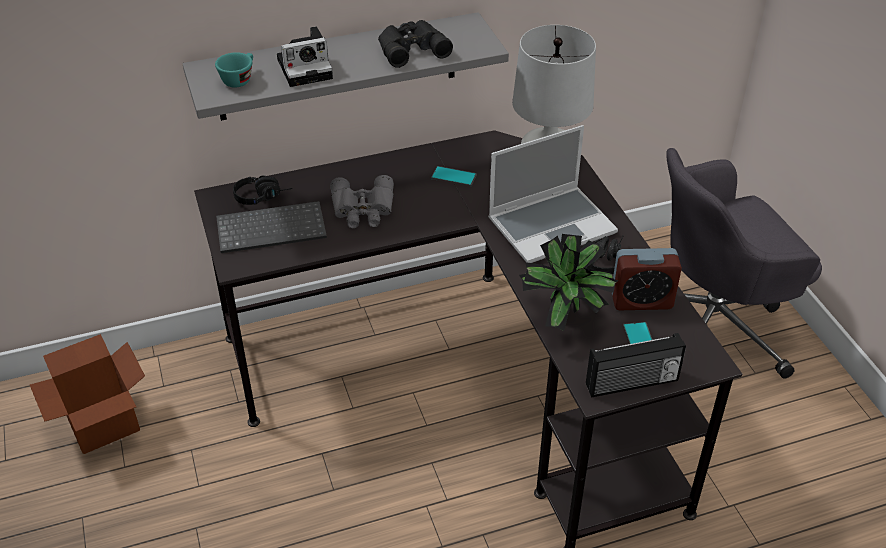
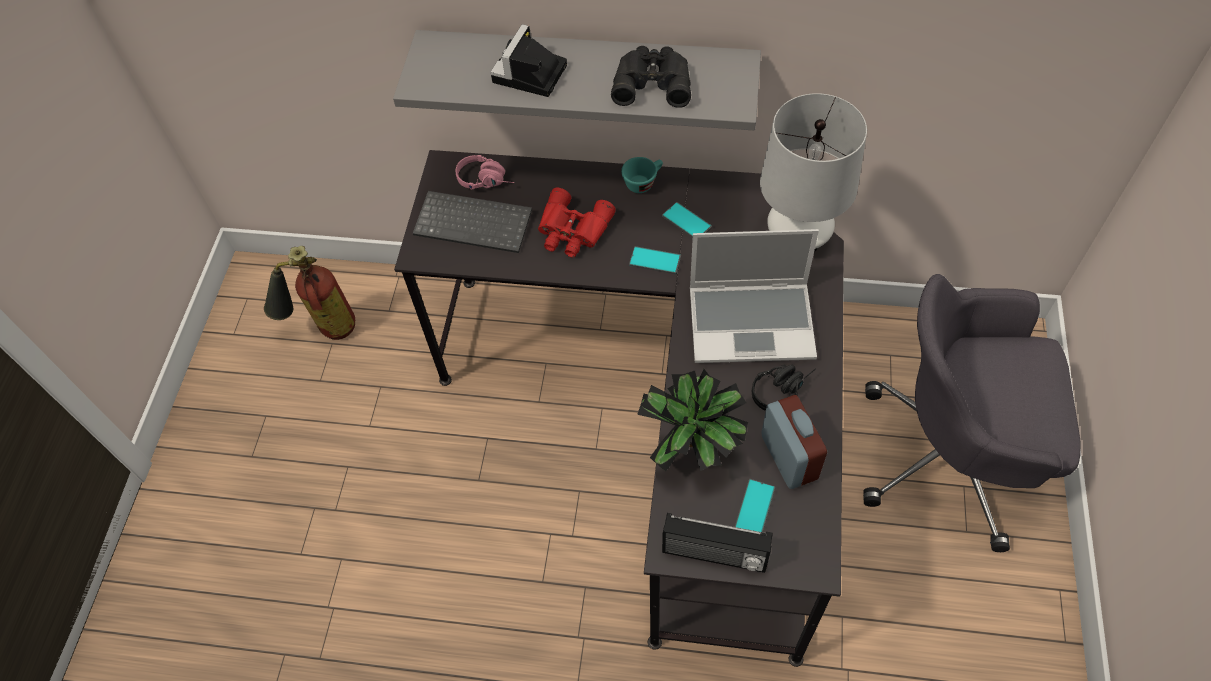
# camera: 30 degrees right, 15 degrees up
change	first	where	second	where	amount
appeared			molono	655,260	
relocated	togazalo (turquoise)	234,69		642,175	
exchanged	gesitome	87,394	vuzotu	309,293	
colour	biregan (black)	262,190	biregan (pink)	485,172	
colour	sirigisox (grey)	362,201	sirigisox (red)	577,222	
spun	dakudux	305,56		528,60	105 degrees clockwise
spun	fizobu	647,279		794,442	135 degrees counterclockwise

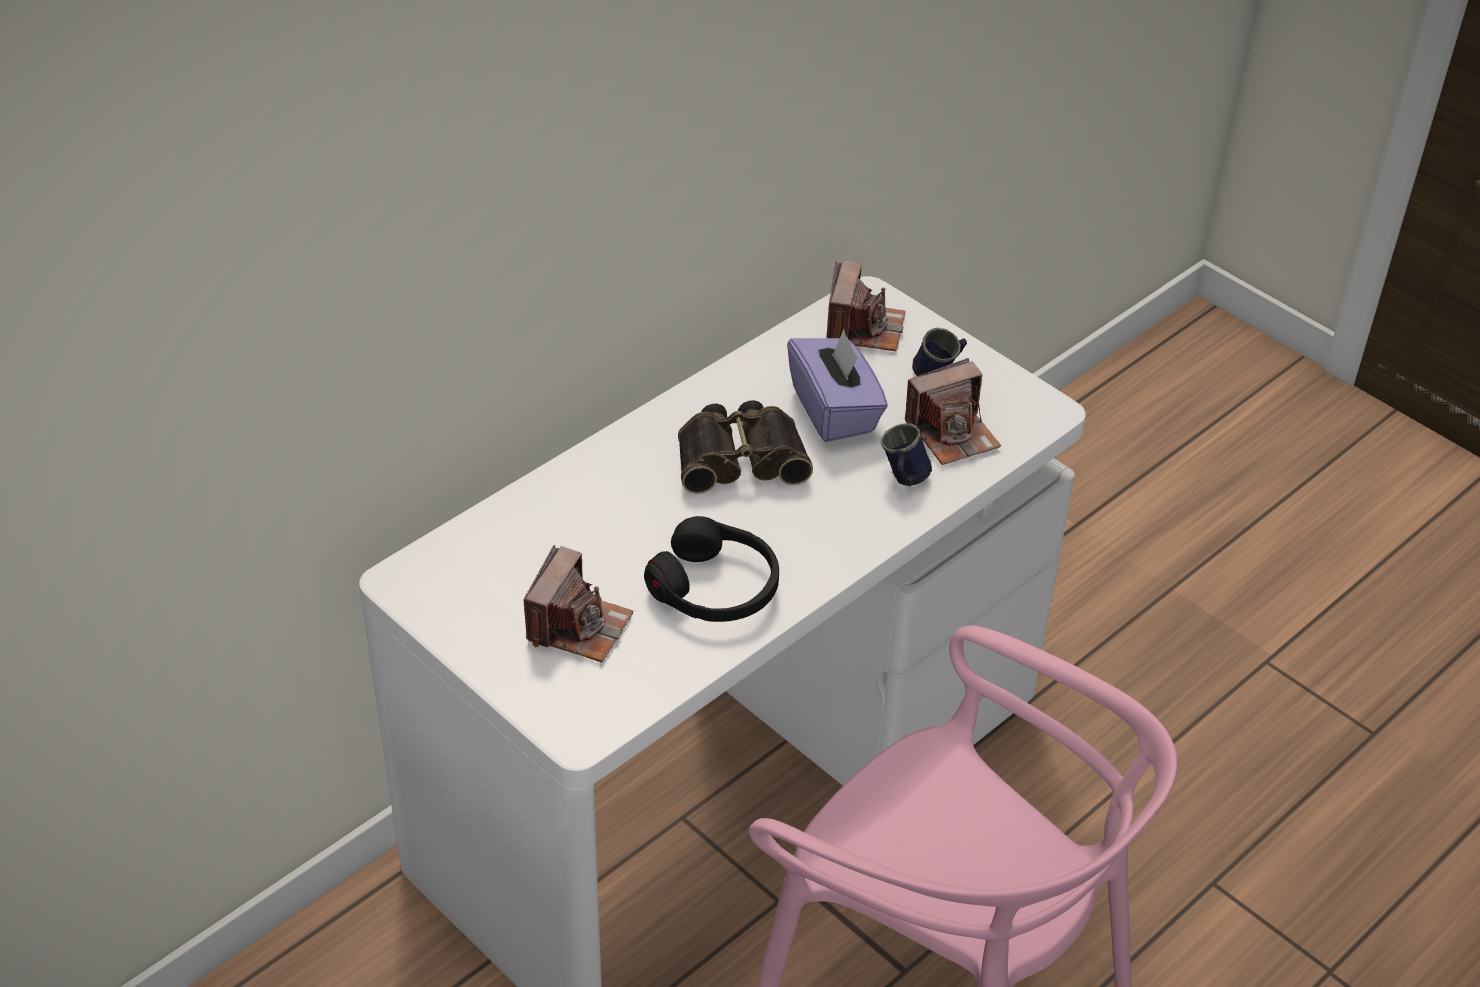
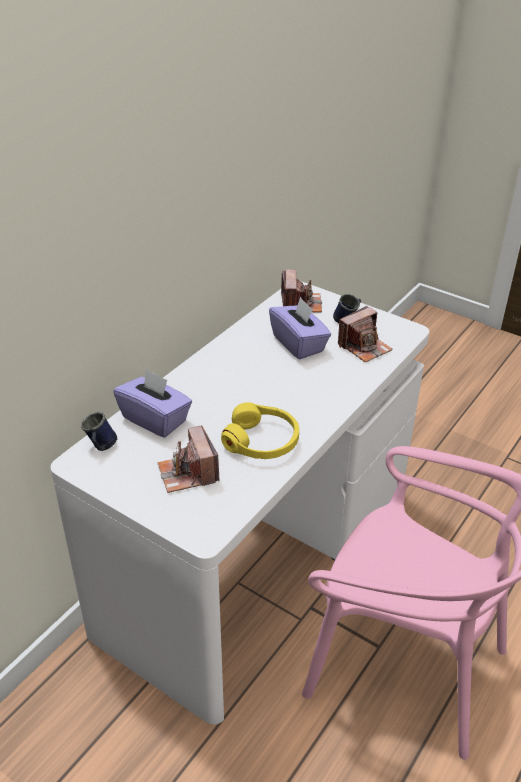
# camera: 10 degrees left, 5 degrees down
change	first	where	second	where	amount
missing	sirigisox	745,447			
appeared			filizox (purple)	152,403	
relocated	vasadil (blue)	906,454		99,431	
colour	biregan (black)	711,569	biregan (yellow)	260,430	
spun	dakudux	578,603		188,459	150 degrees clockwise

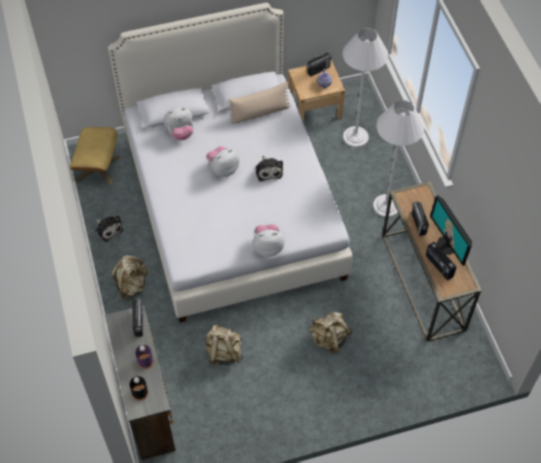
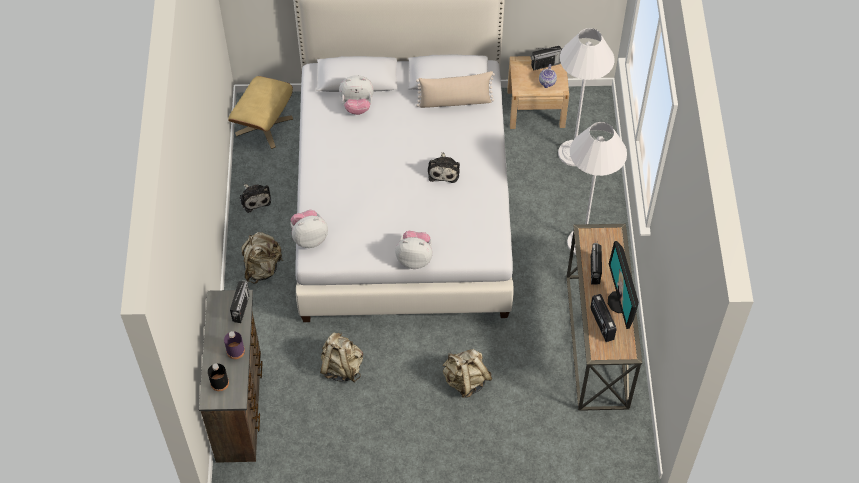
# camera: 15 degrees right, 0 degrees up
change	first	where	second	where	amount
relocated	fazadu	222,161		309,229	

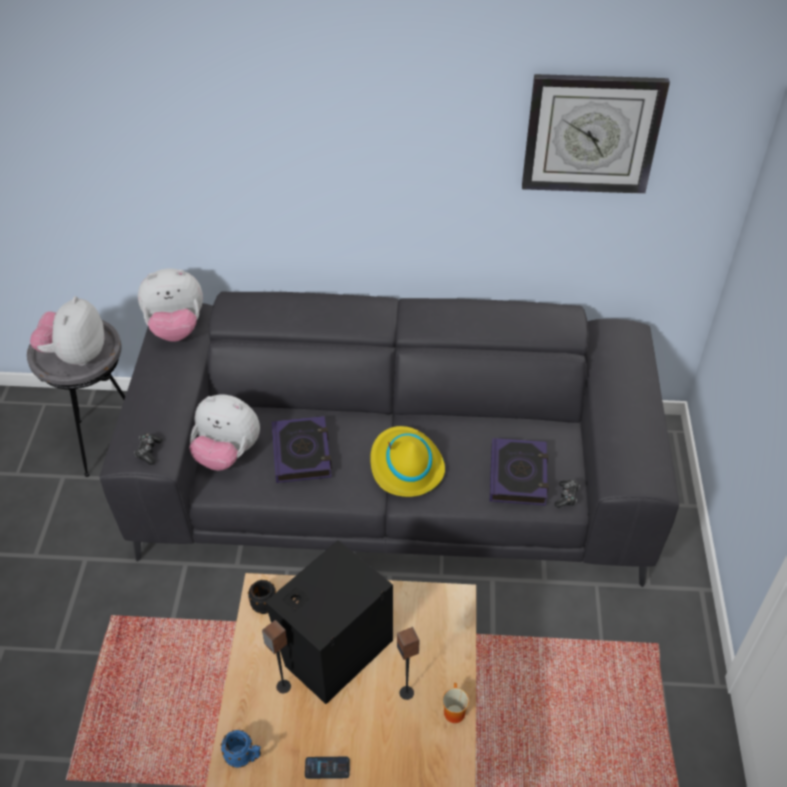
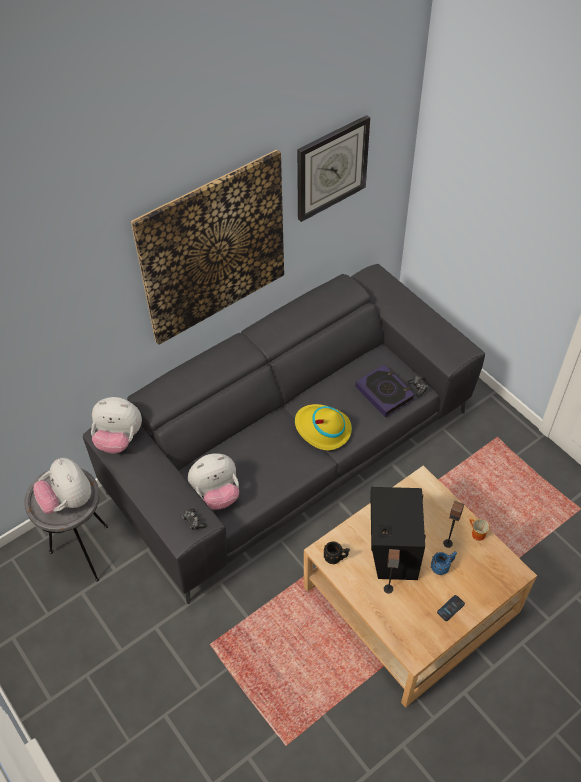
# camera: 40 degrees left, 5 degrees up
change	first	where	second	where	amount
missing	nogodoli	302,449			
appeared			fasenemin	207,247	
relocated	vasadil (blue)	241,749		444,563	
spun	fazadu	170,305		116,425	60 degrees clockwise

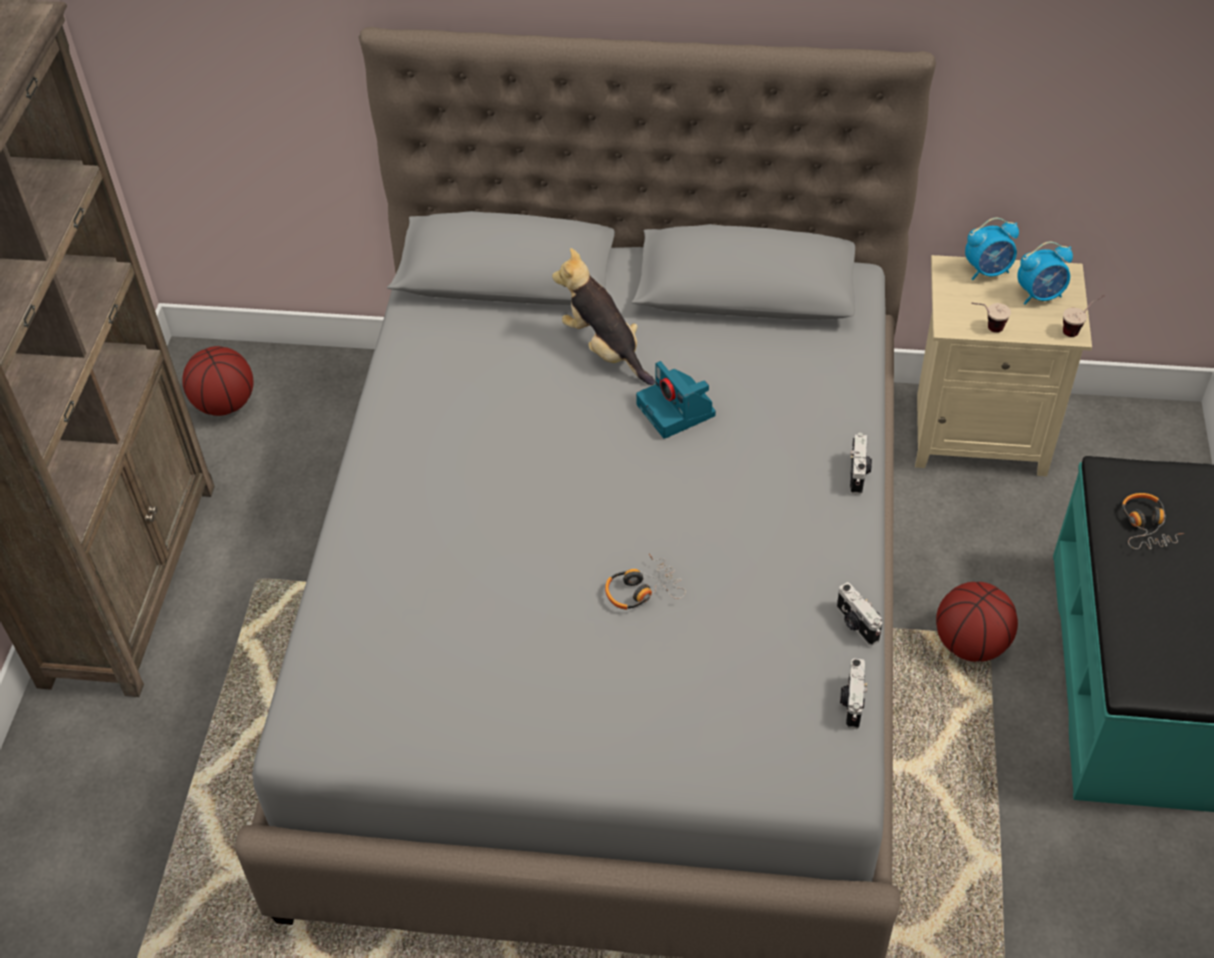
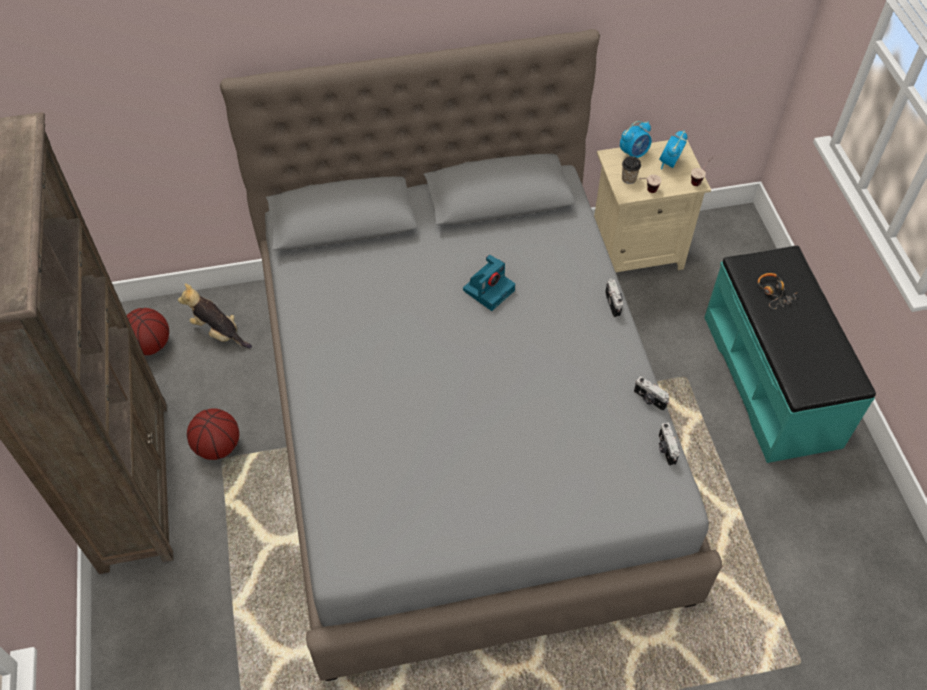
# camera: 20 degrees left, 5 degrees up
change	first	where	second	where	amount
missing	biregan	645,582			
appeared			togazalo	631,170	
relocated	fazadu	603,316		215,315	
relocated	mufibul	977,622		213,434	
spun	dakudux	676,400		489,283	90 degrees counterclockwise
spun	fizobu	1045,273		673,149	150 degrees clockwise

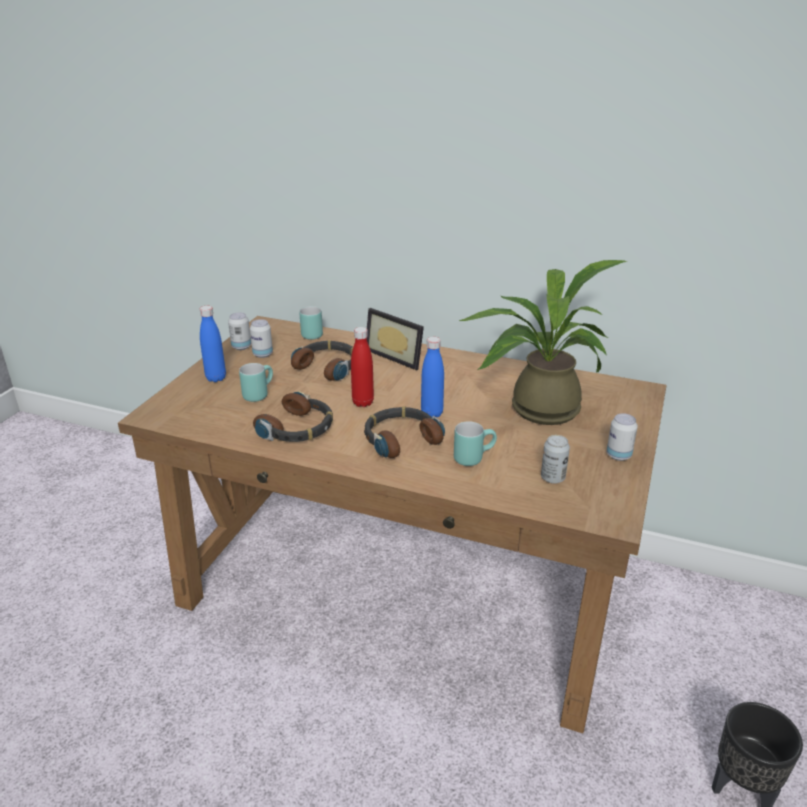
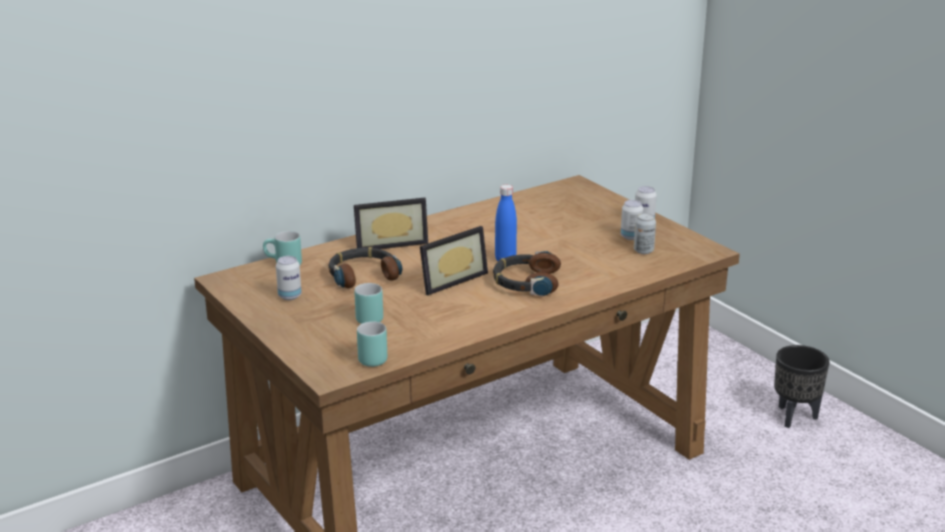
# camera: 55 degrees left, 5 degrees down
change	first	where	second	where	amount
missing	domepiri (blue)	213,344			
missing	biregan	293,416			
missing	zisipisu	543,342			
relocated	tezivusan	239,331		632,220	
relocated	vasadil (turquoise)	475,443		372,344	
exchanged	domepiri (red)	362,367	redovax	454,260	

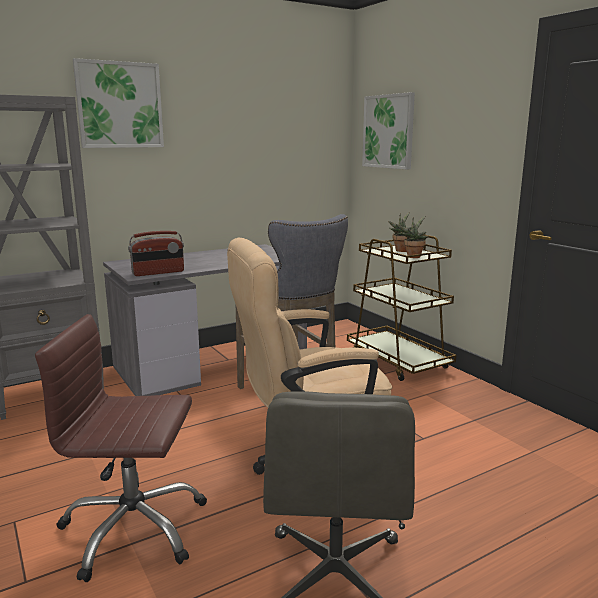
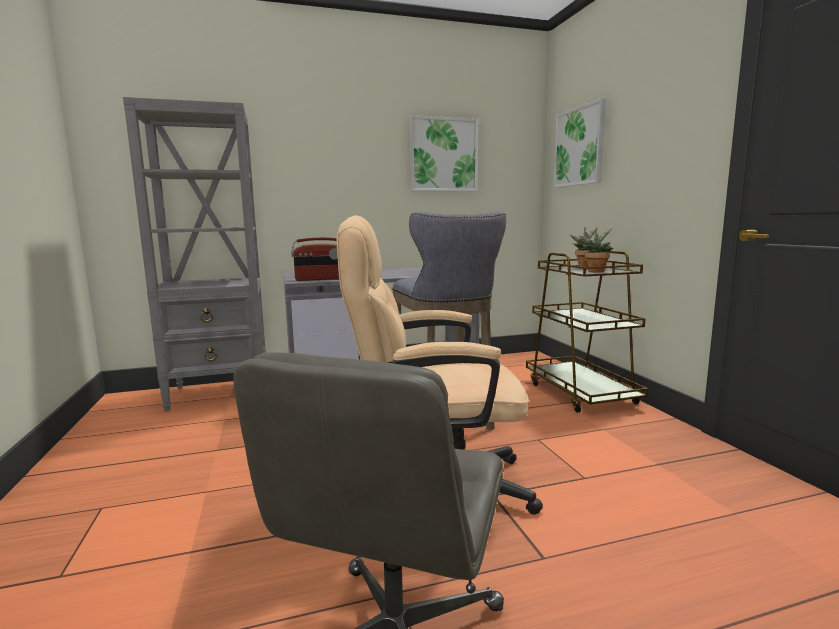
# camera: 15 degrees right, 5 degrees down
change	first	where	second	where	amount
missing	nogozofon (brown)	121,448			
relocated	fasenemin	118,103		443,153	

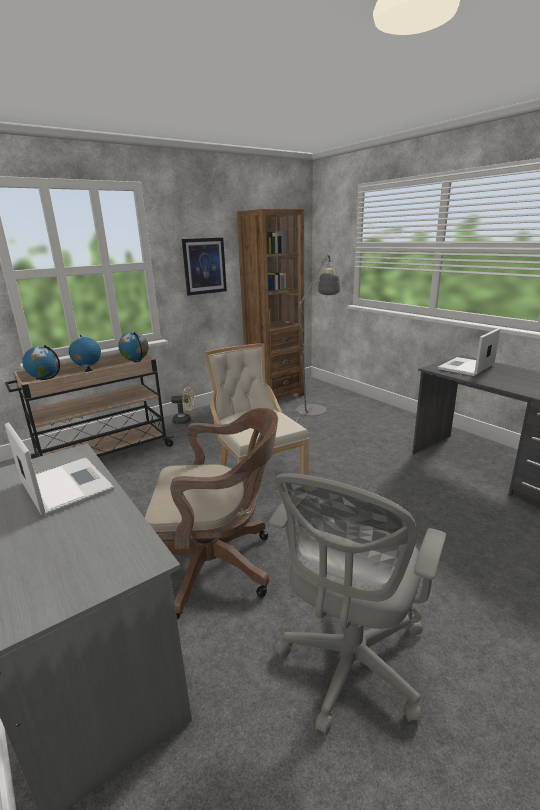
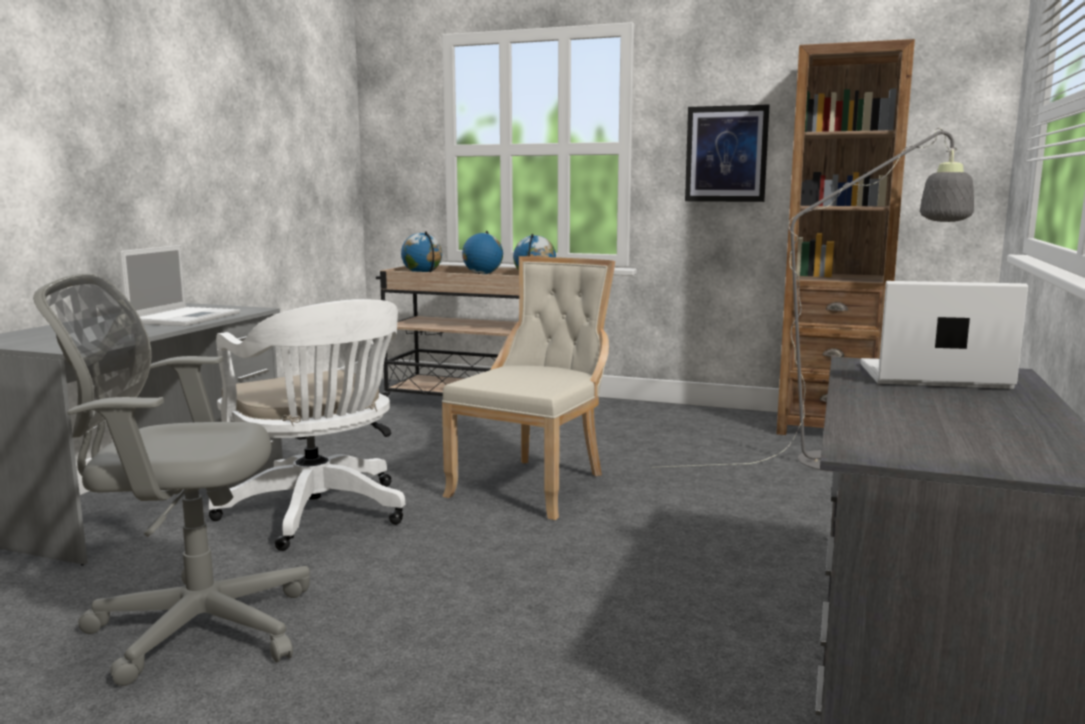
# camera: 55 degrees right, 10 degrees down
change	first	where	second	where	amount
missing	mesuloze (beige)	183,405			
colour	nogozofon (brown)	211,513	nogozofon (white)	307,425	

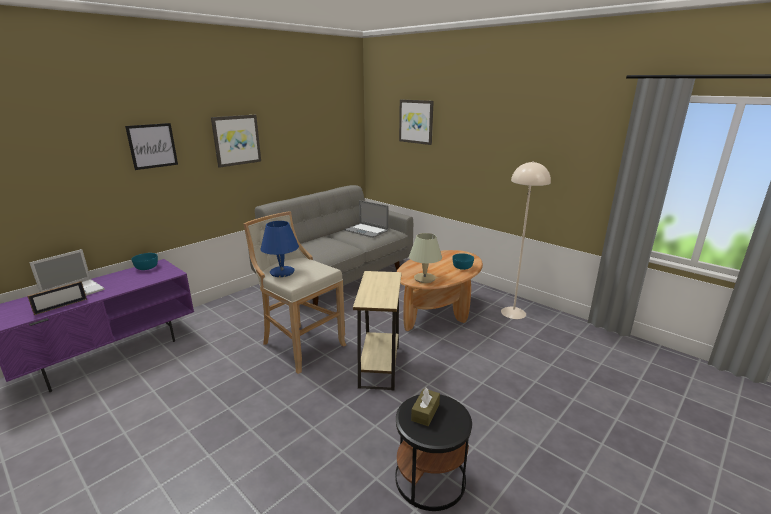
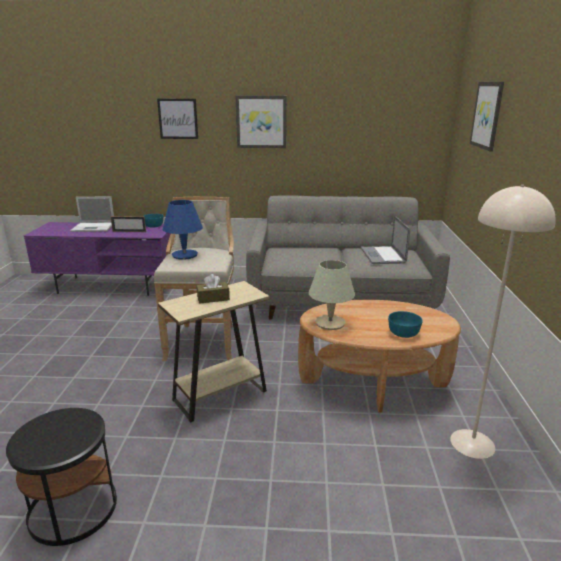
# camera: 50 degrees right, 0 degrees up
change	first	where	second	where	amount
relocated	redovax	57,298		128,224	
relocated	filizox (brown)	425,406		213,289	

